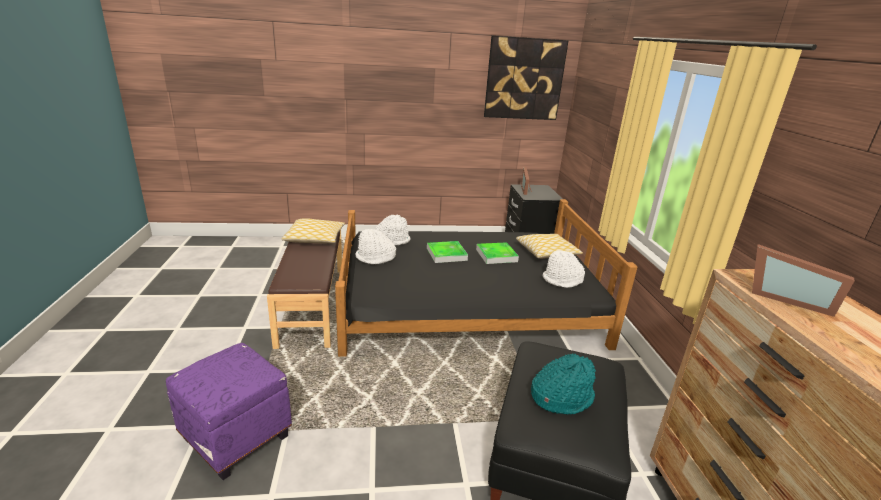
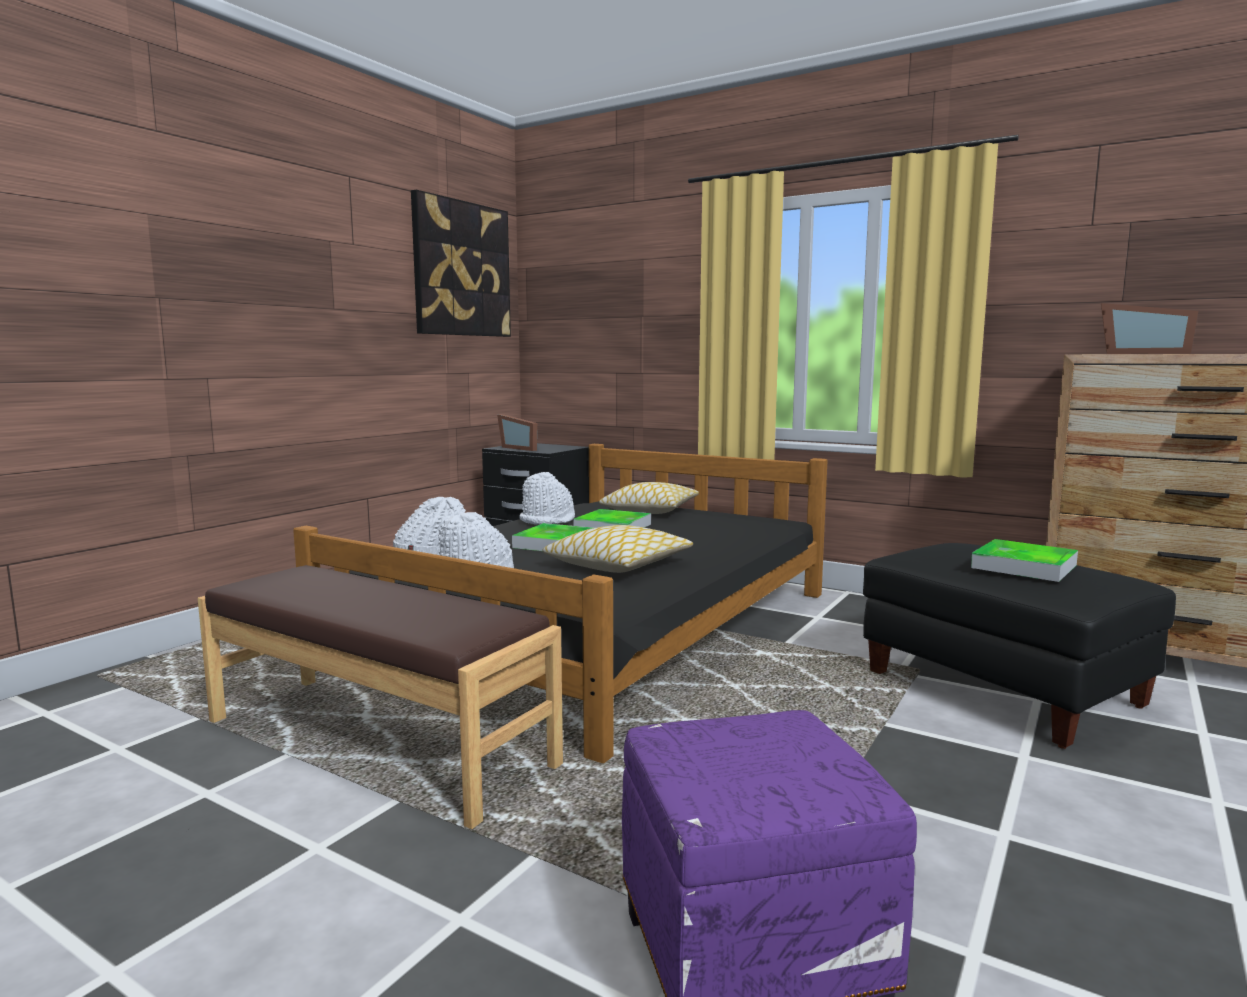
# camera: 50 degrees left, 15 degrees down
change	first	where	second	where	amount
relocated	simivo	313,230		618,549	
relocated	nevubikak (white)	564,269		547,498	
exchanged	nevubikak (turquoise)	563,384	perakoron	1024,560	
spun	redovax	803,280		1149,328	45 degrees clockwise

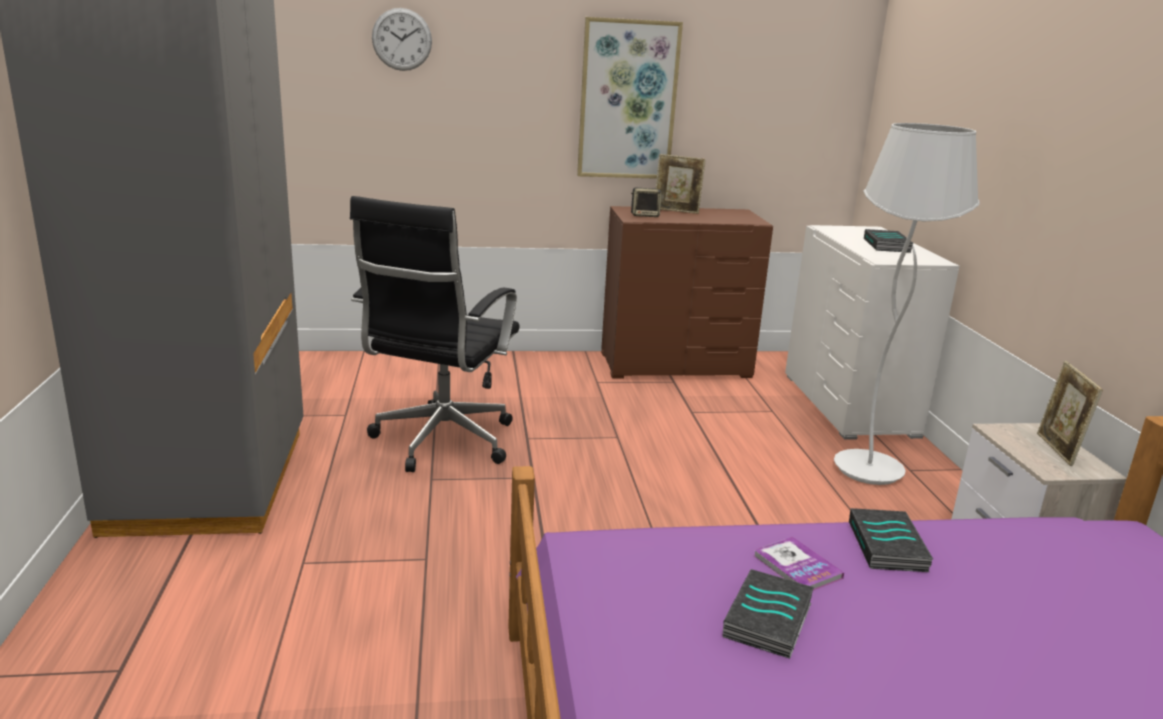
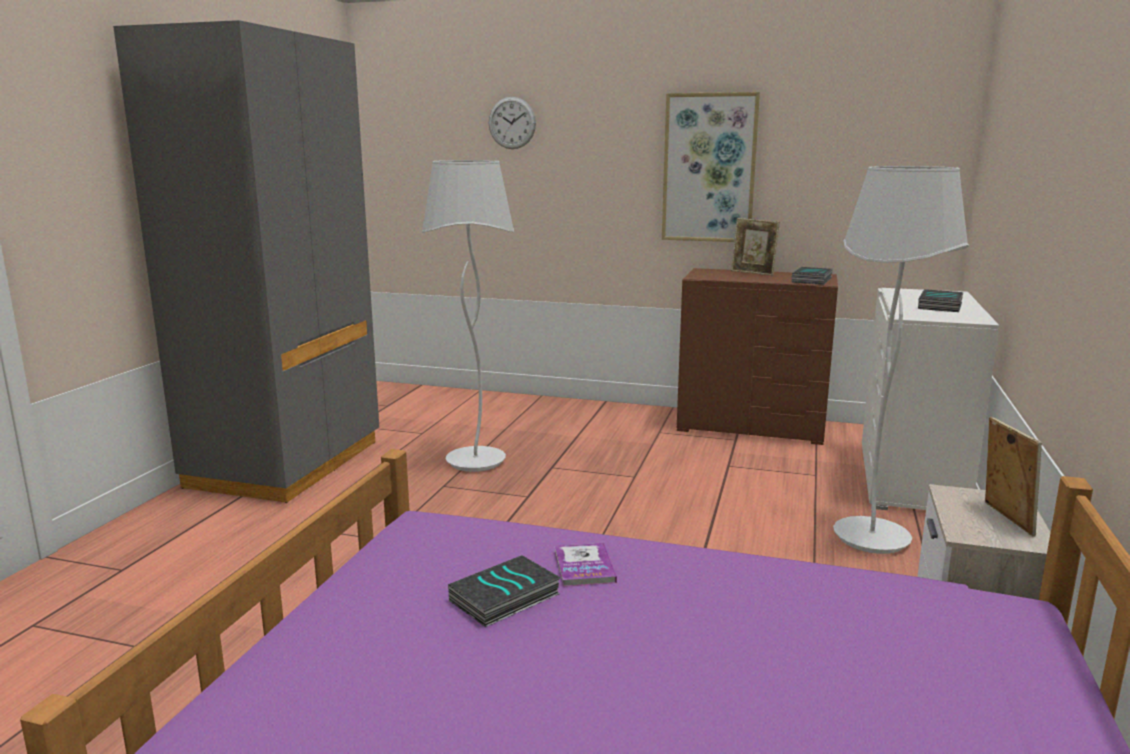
# camera: 25 degrees right, 5 degrees down
change	first	where	second	where	amount
missing	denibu	646,202			
relocated	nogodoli	891,540		812,276	
exchanged	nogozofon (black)	435,334	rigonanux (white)	468,316	
spun	redovax	1070,413		1013,477	150 degrees clockwise

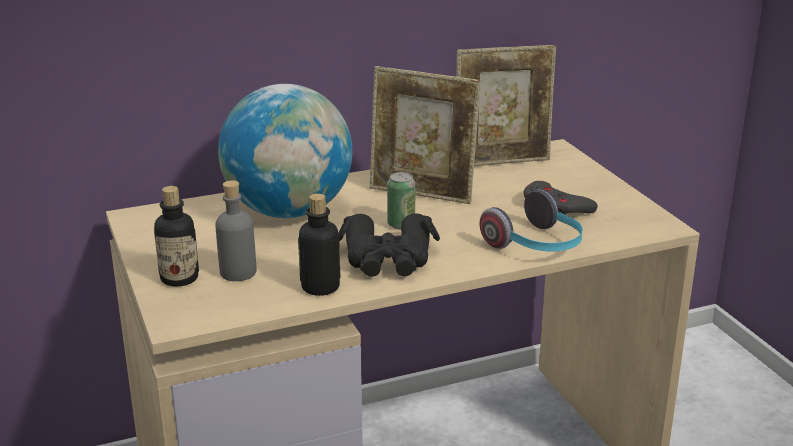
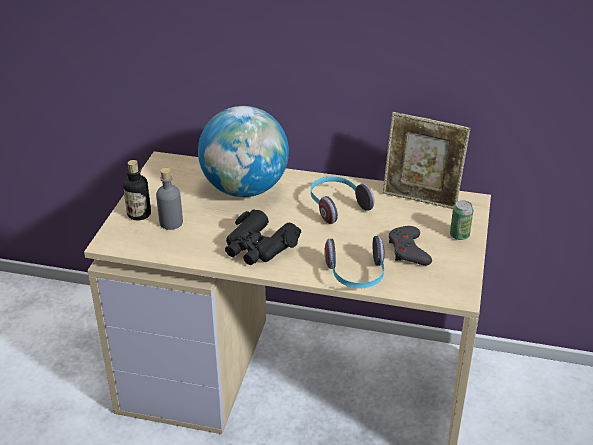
# camera: 35 degrees right, 10 degrees up
change	first	where	second	where	amount
missing	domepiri	319,245			
relocated	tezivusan	401,200		461,220	
exchanged	redovax	425,135	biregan	342,200	

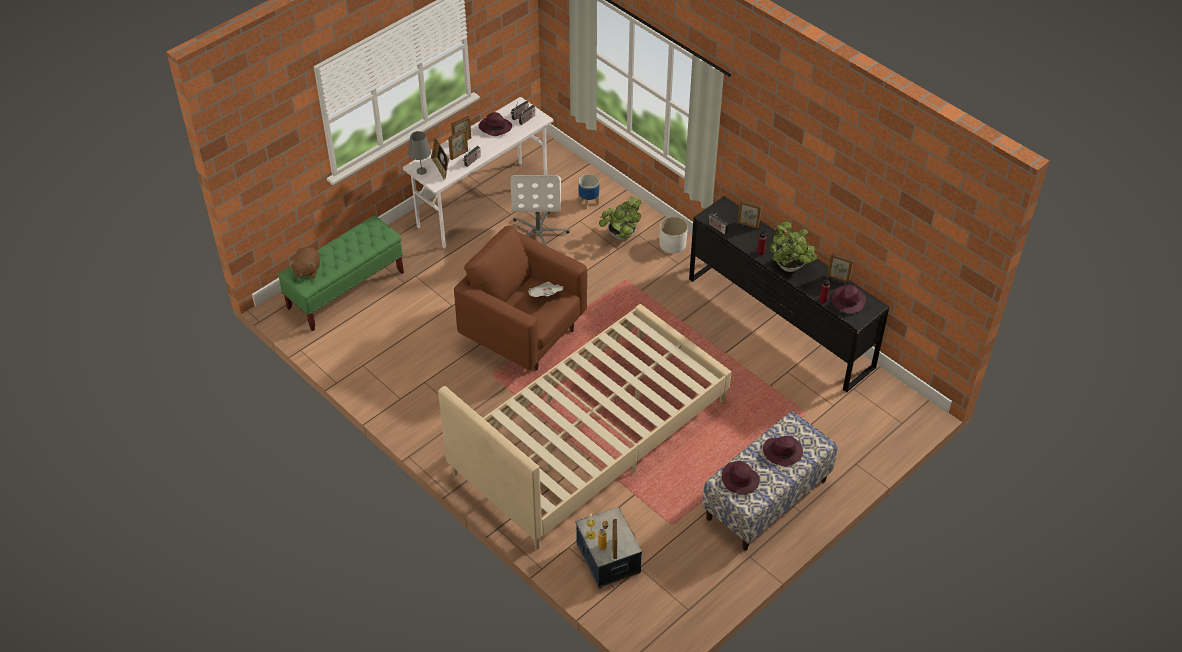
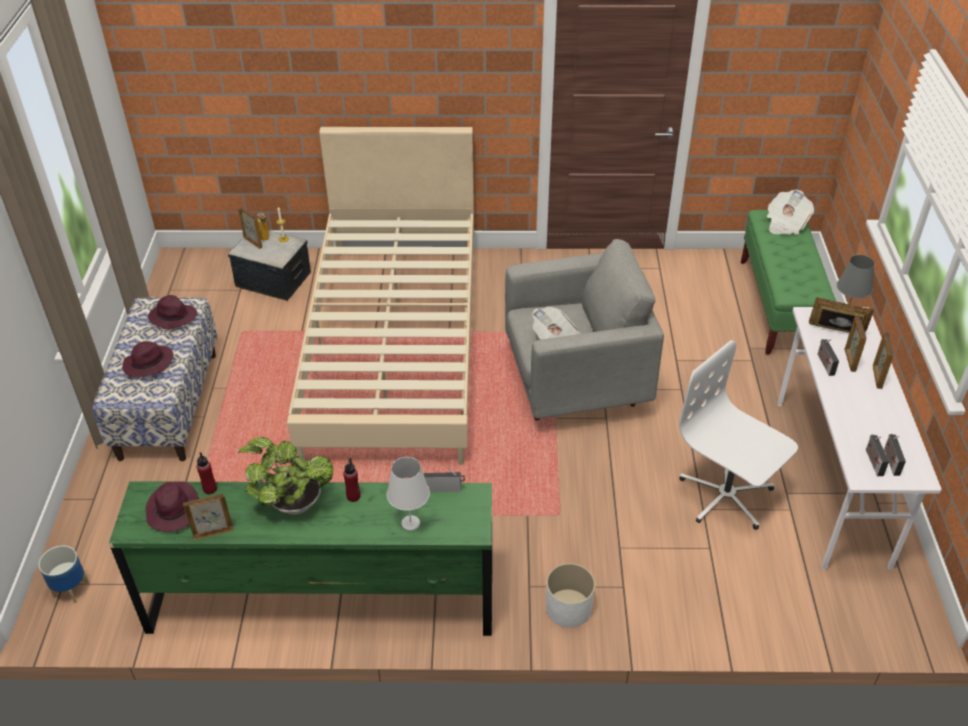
# camera: 135 degrees right, 5 degrees down
change	first	where	second	where	amount
missing	nevubikak (purple)	495,124			
missing	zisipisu	620,218			
relocated	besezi	588,191		63,574	
exchanged	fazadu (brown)	304,262	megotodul	790,212	
exchanged	redovax	749,214	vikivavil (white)	408,494	
colour	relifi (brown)	520,298	relifi (grey)	584,330	
colour	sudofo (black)	789,294	sudofo (green)	300,558	

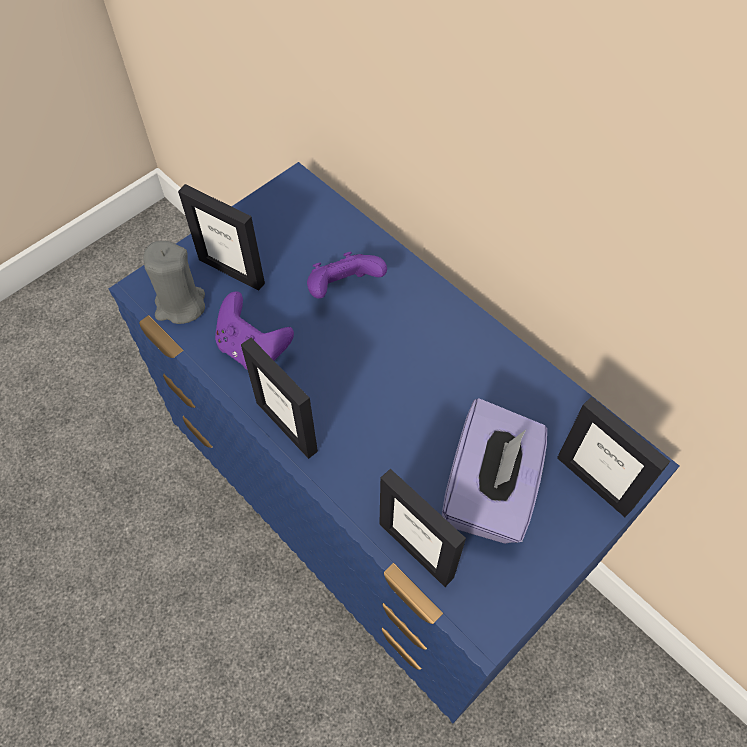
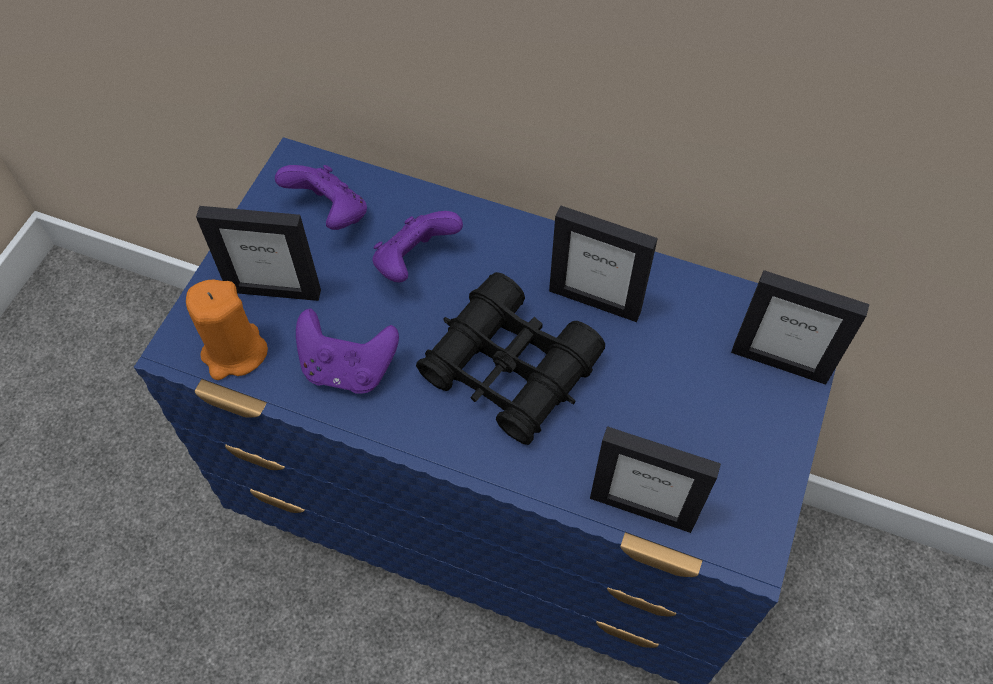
# camera: 25 degrees left, 0 degrees up
change	first	where	second	where	amount
missing	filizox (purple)	494,471			
appeared			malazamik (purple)	321,197	
appeared			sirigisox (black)	510,358	
relocated	redovax	279,398		603,263	
colour	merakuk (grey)	174,282	merakuk (orange)	227,330	

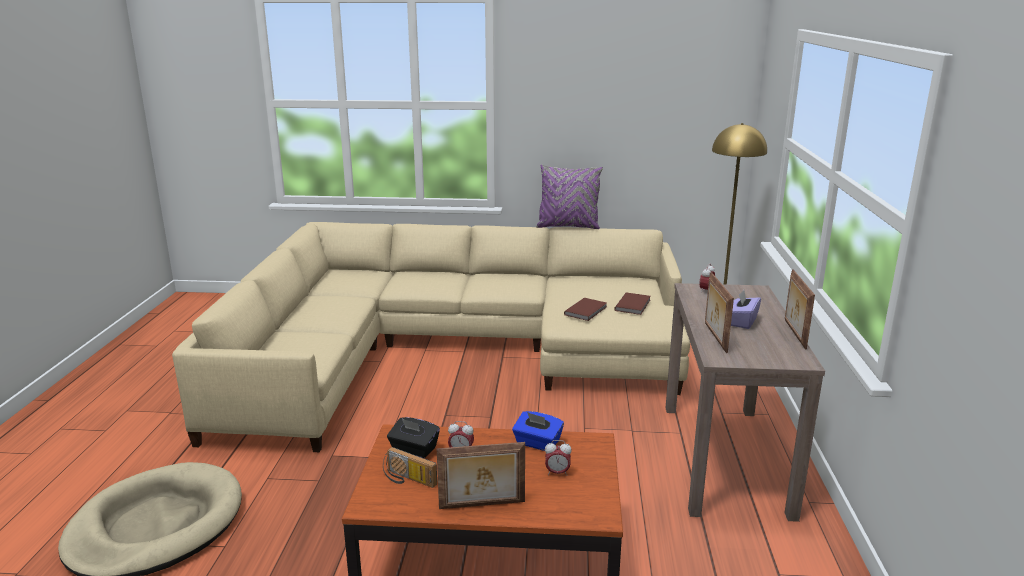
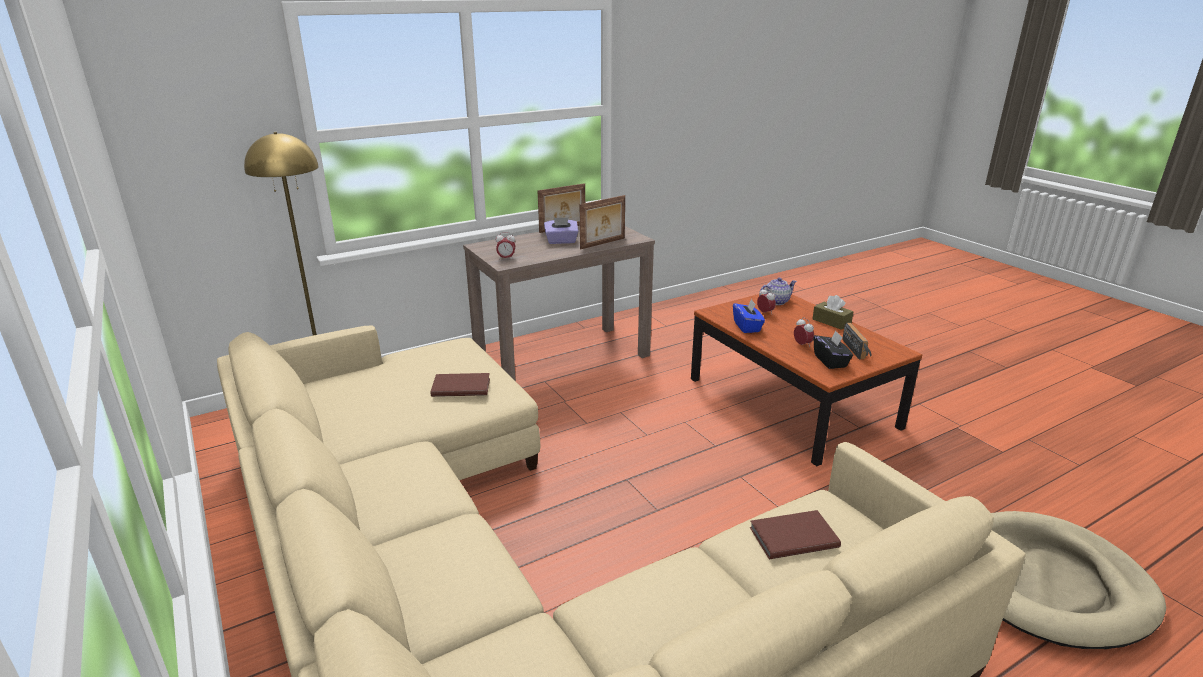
# camera: 125 degrees left, 5 degrees up
change	first	where	second	where	amount
missing	simivo (purple)	569,196			
appeared			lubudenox	778,291	
relocated	nogodoli (brown)	632,303		795,534	
exchanged	redovax	481,475	filizox (brown)	832,312	

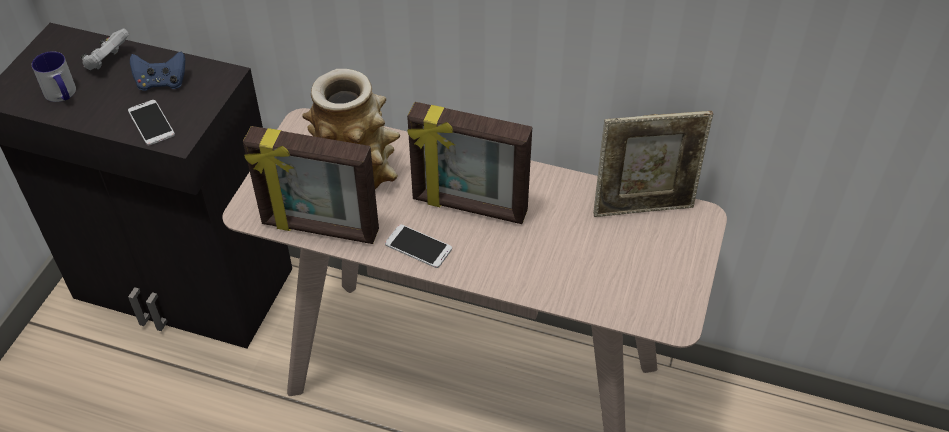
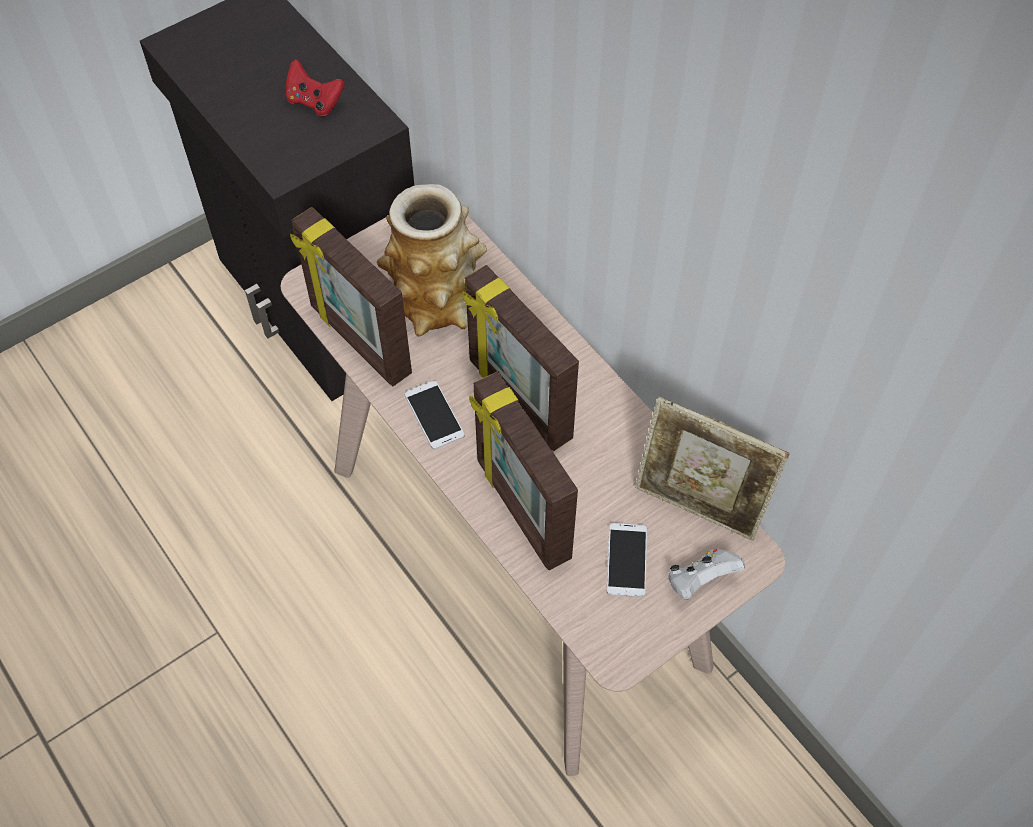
# camera: 35 degrees right, 10 degrees up
change	first	where	second	where	amount
missing	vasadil	54,76			
appeared			redovax	523,470	
relocated	malazamik (white)	105,49		706,574	
relocated	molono	151,122		627,560	
colour	malazamik (blue)	157,71	malazamik (red)	315,87	

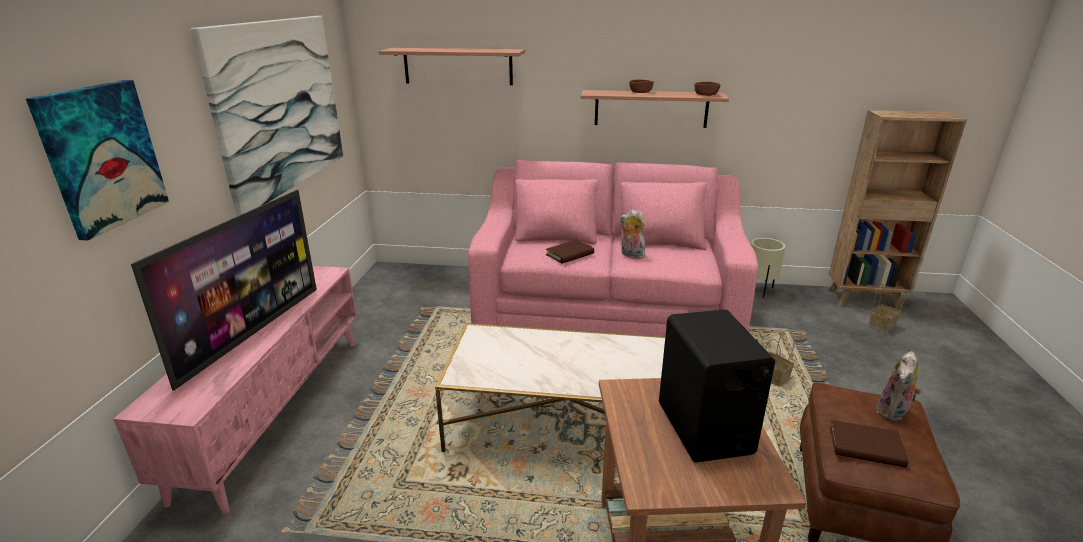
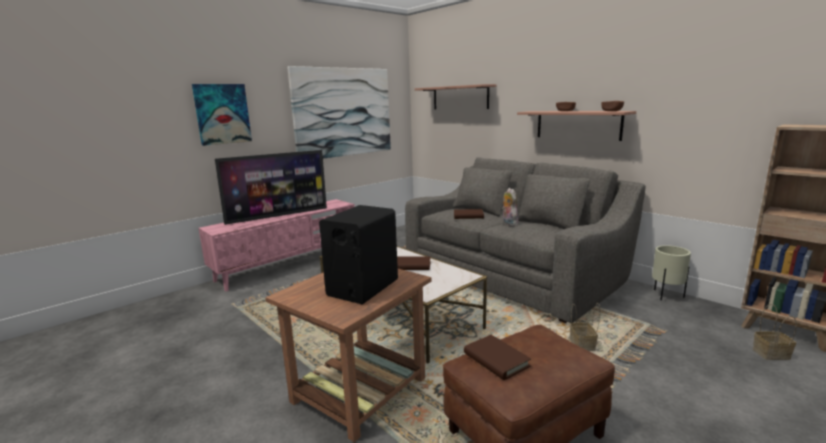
# camera: 40 degrees right, 10 degrees down
change	first	where	second	where	amount
missing	fazadu	899,386			
appeared			nogodoli (brown)	414,263	
colour	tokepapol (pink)	613,248	tokepapol (grey)	525,240	

